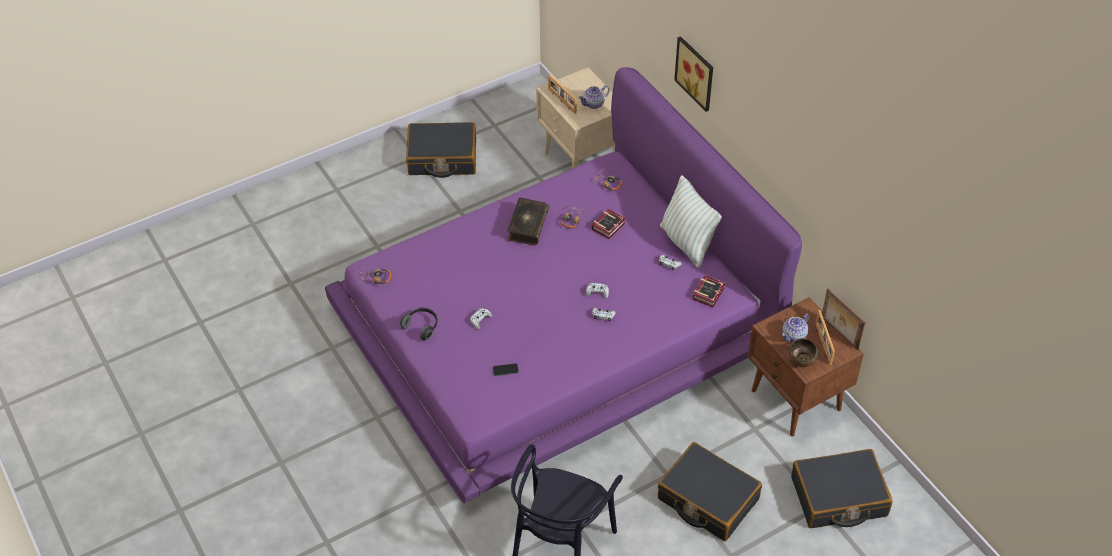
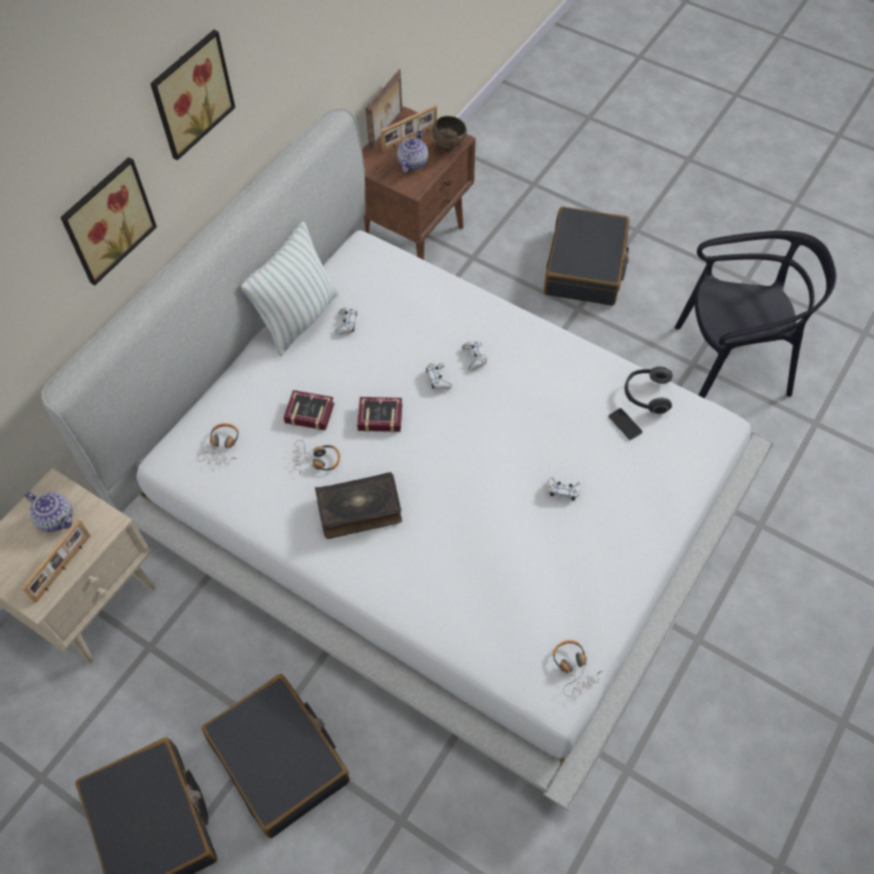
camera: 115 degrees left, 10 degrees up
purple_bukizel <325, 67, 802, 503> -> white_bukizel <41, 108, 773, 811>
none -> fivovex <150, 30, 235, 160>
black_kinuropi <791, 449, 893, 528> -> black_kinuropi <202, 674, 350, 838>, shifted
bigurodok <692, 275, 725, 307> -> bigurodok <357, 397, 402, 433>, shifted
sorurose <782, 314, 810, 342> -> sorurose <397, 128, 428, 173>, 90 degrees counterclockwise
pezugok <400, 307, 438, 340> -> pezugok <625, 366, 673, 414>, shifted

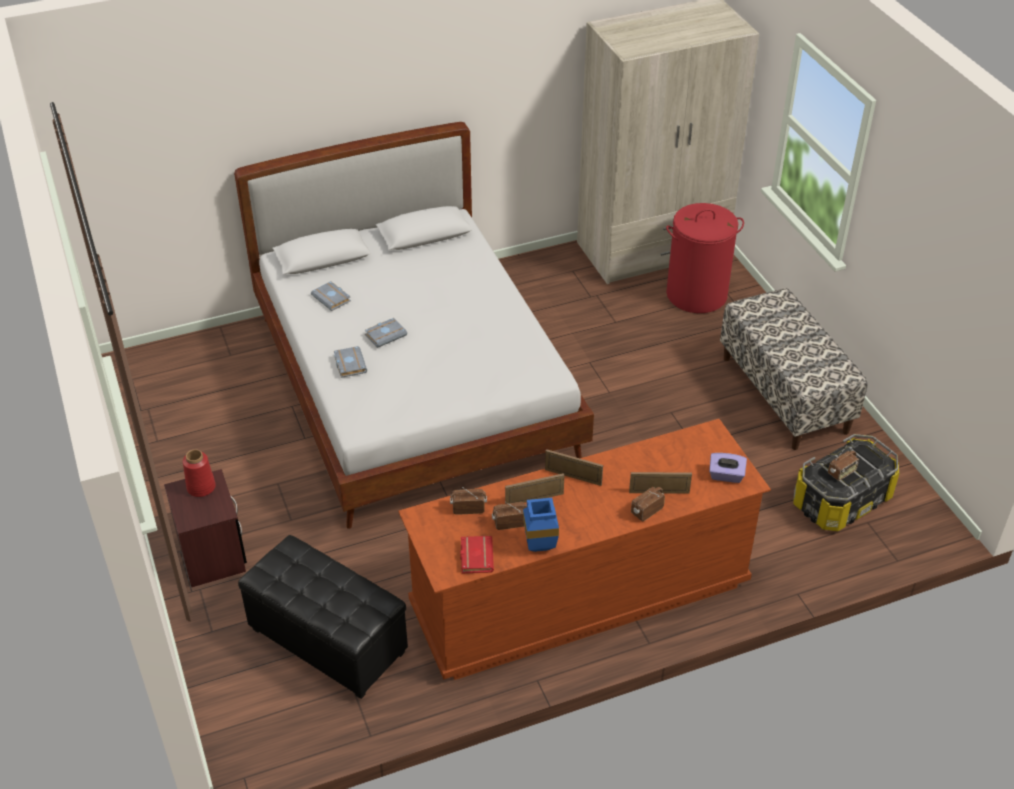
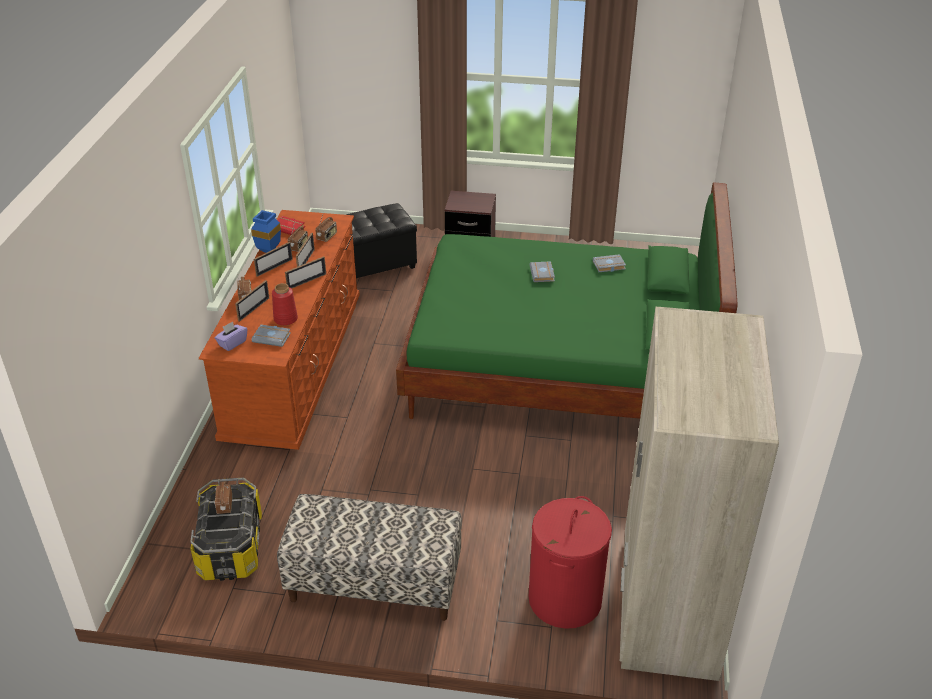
camera: 120 degrees right, 5 degrees down
grey_bigurodok <334, 346, 367, 378> -> grey_bigurodok <252, 324, 291, 347>, shifted
none -> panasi <254, 242, 293, 277>
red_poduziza <183, 449, 216, 497> -> red_poduziza <272, 283, 298, 325>, shifted
white_bukizel <234, 122, 594, 529> -> green_bukizel <396, 182, 737, 419>

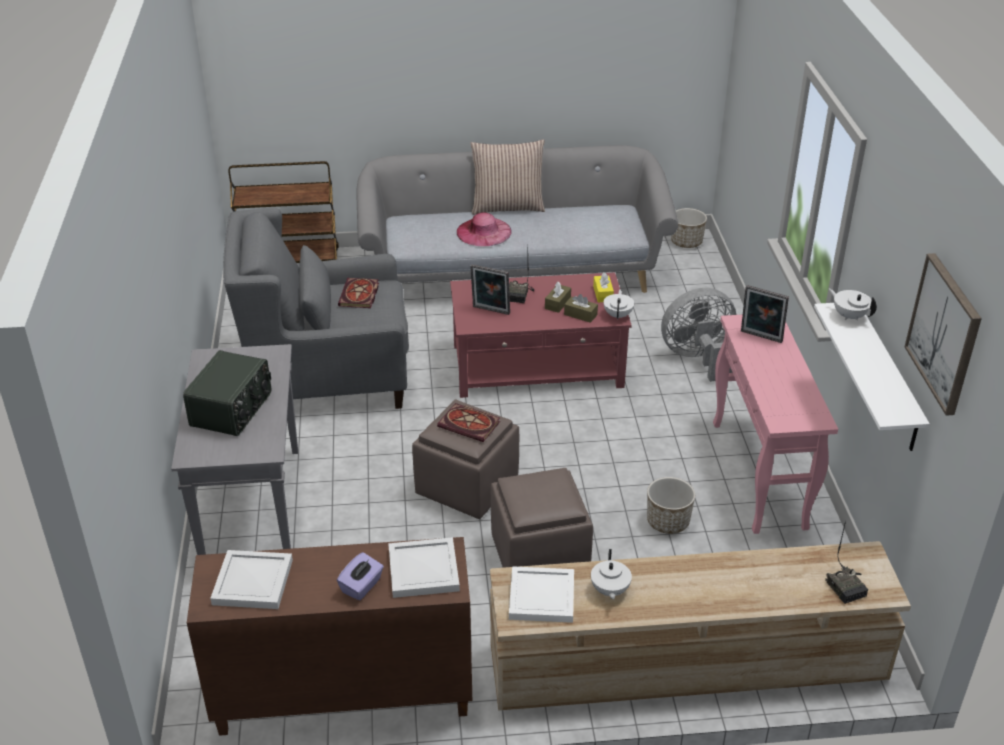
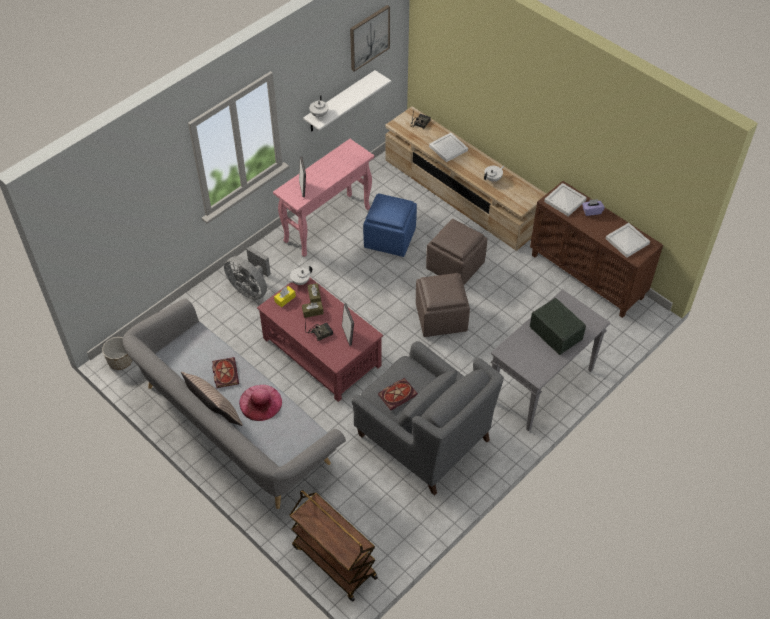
camera: 130 degrees left, 15 degrees up
bigurodok <437, 403, 500, 442> -> bigurodok <212, 357, 239, 388>, shifted
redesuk <647, 477, 695, 534> -> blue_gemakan <363, 193, 417, 257>
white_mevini <509, 566, 574, 623> -> white_mevini <429, 133, 468, 162>, shifted
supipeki <183, 350, 271, 436> -> supipeki <530, 298, 586, 355>, 75 degrees clockwise

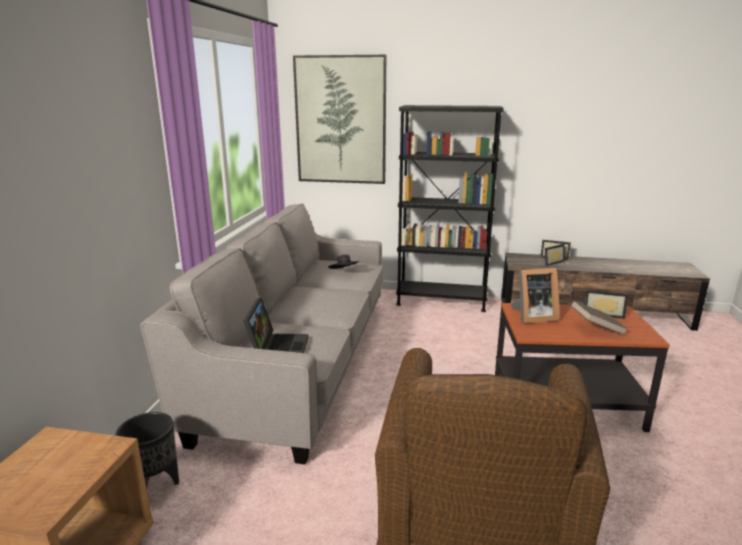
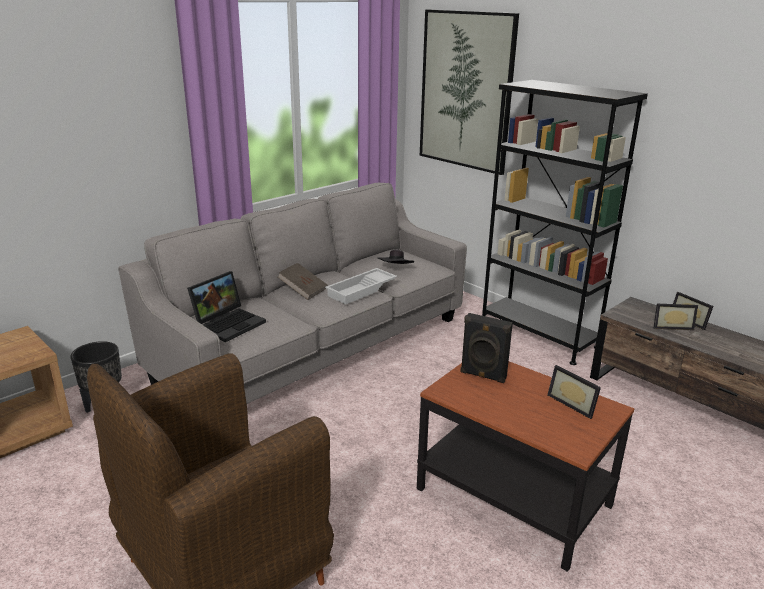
camera: 35 degrees right, 5 degrees up
brown_bigurodok <571, 300, 628, 335> -> brown_bigurodok <278, 263, 327, 300>, shifted
none -> white_mevini <325, 268, 397, 305>
panasi <511, 268, 559, 323> -> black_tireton <460, 313, 513, 383>

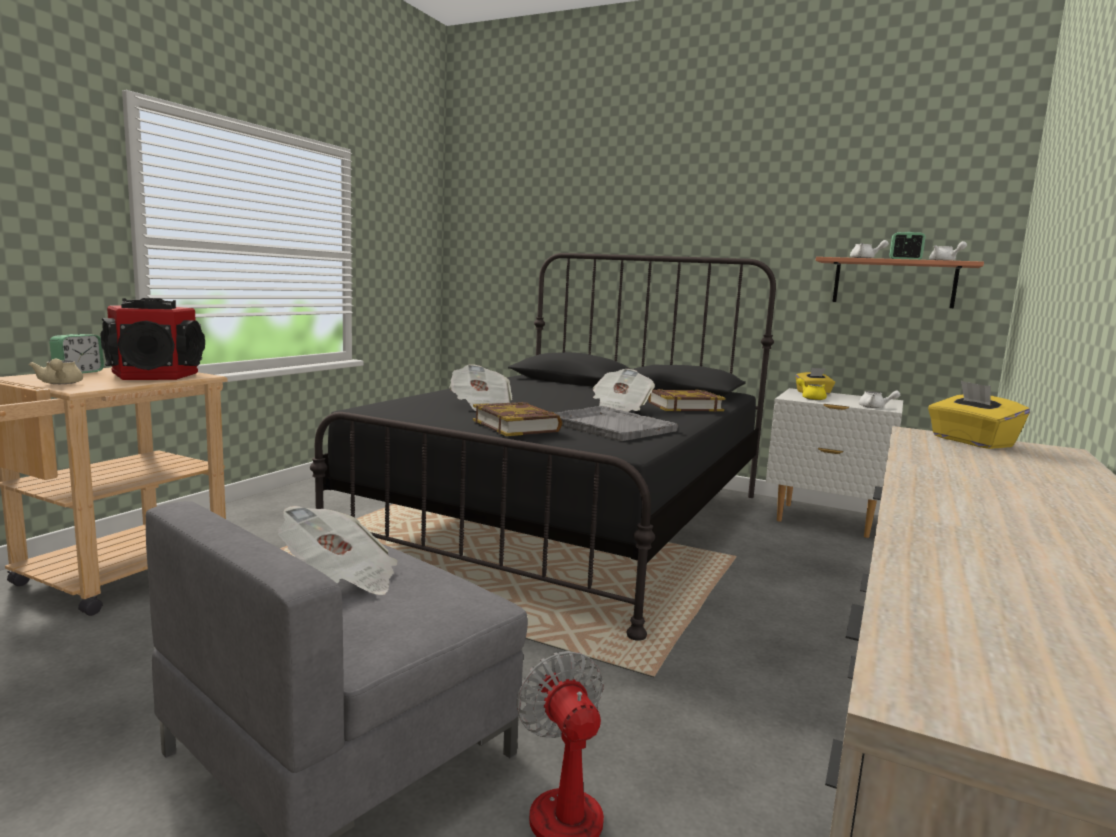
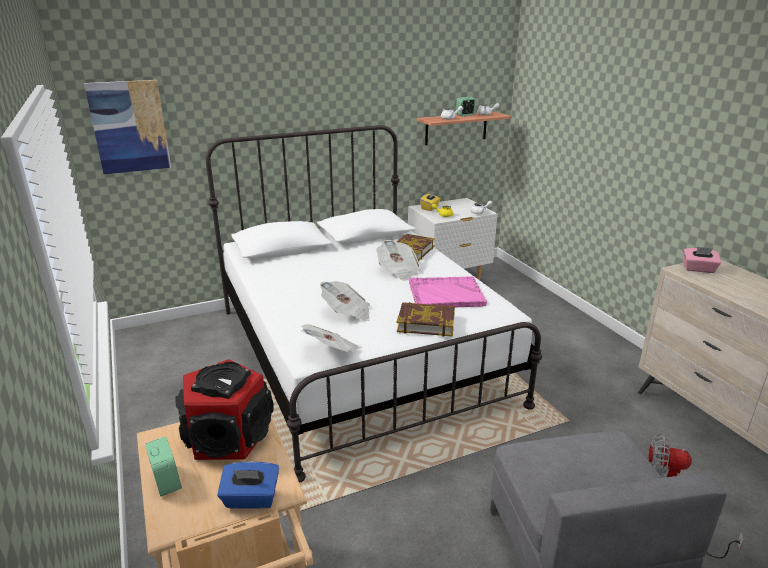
camera: 50 degrees left, 15 degrees up
none -> fivovex <84, 80, 171, 174>
black_bukizel <310, 253, 776, 641> -> white_bukizel <206, 125, 542, 483>
beige_sorurose <28, 359, 83, 384> -> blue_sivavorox <217, 461, 279, 509>
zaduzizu <278, 506, 398, 595> -> zaduzizu <301, 324, 362, 352>, shifted
grey_mevini <554, 406, 678, 441> -> pink_mevini <409, 276, 487, 307>
yellow_sivavorox <928, 381, 1030, 449> -> pink_sivavorox <683, 247, 721, 273>

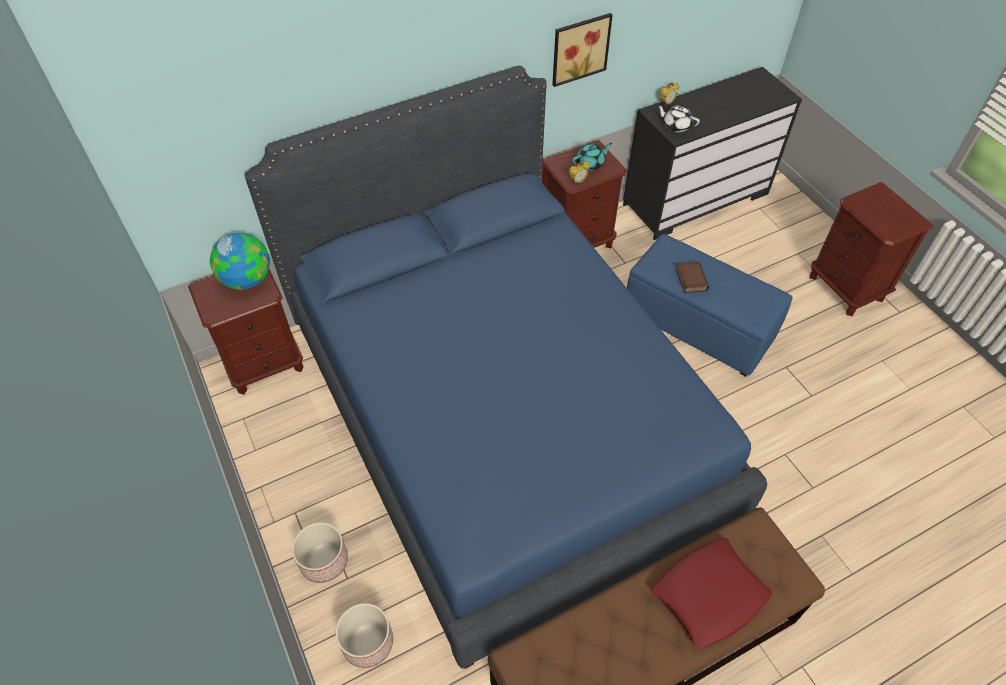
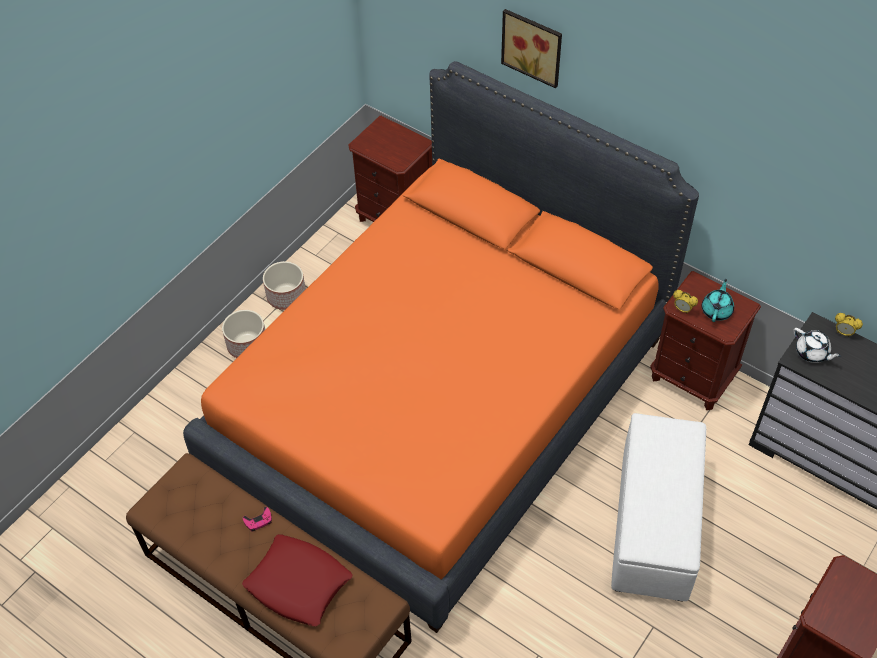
camera: 65 degrees right, 0 degrees up
blue_bukizel <244, 66, 767, 669> -> orange_bukizel <183, 61, 699, 633>
none -> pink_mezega <243, 507, 272, 531>
redesuk <336, 603, 393, 668> -> redesuk <263, 261, 306, 310>, shifted
fivovex <552, 13, 613, 87> -> fivovex <501, 9, 562, 88>, shifted
blue_gemakan <627, 234, 793, 377> -> white_gemakan <611, 413, 706, 602>
turquoise_sorurose <572, 143, 612, 171> -> turquoise_sorurose <702, 279, 734, 322>, 105 degrees counterclockwise
white_sorurose <657, 105, 700, 132> -> white_sorurose <793, 328, 842, 363>, 135 degrees clockwise
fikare <210, 233, 270, 290> -> none
bigurodok <676, 262, 709, 293> -> none

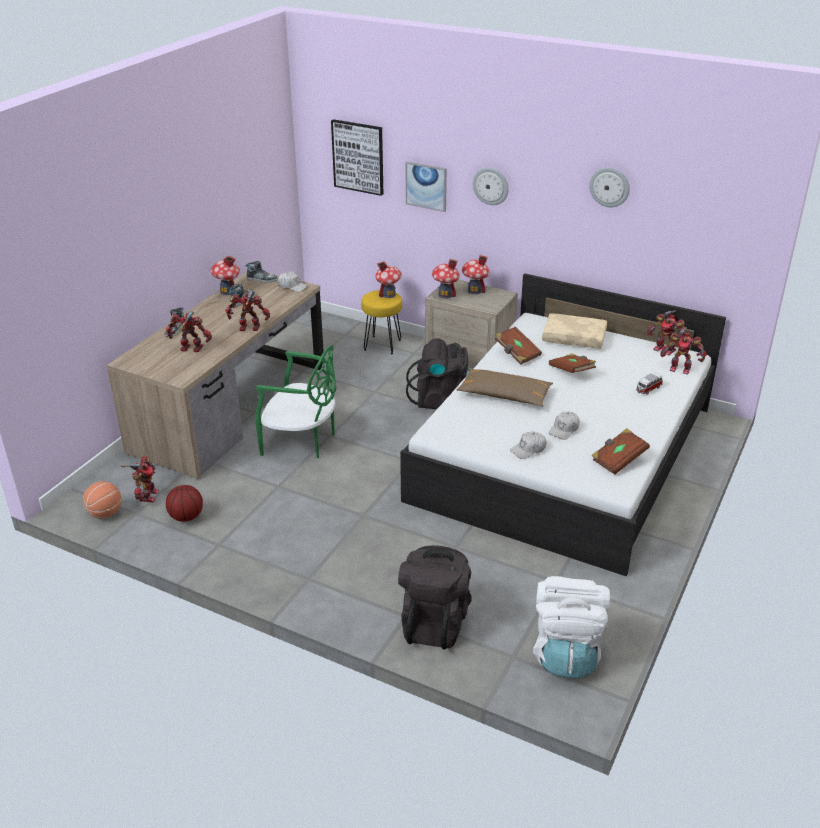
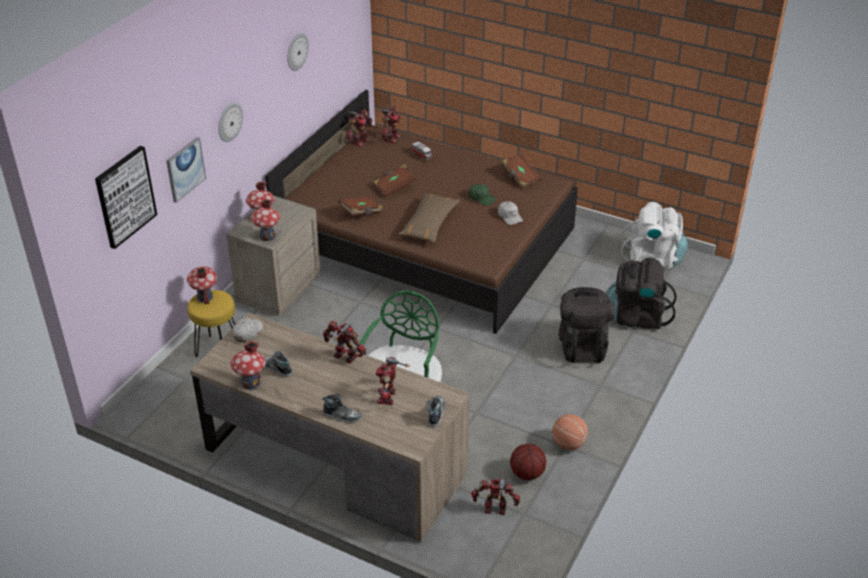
camera: 90 degrees left, 5 degrees up
white_bukizel <400, 273, 726, 576> -> brown_bukizel <265, 90, 578, 334>
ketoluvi <225, 291, 270, 331> -> ketoluvi <323, 320, 366, 363>, 120 degrees clockwise
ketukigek <246, 261, 277, 283> -> ketukigek <428, 396, 445, 428>, shifted
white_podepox <549, 411, 580, 440> -> green_podepox <469, 184, 497, 206>
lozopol <83, 481, 122, 519> -> lozopol <552, 414, 588, 450>, shifted
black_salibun <406, 338, 471, 409> -> black_salibun <559, 287, 615, 363>, shifted
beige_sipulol <542, 313, 607, 349> -> none

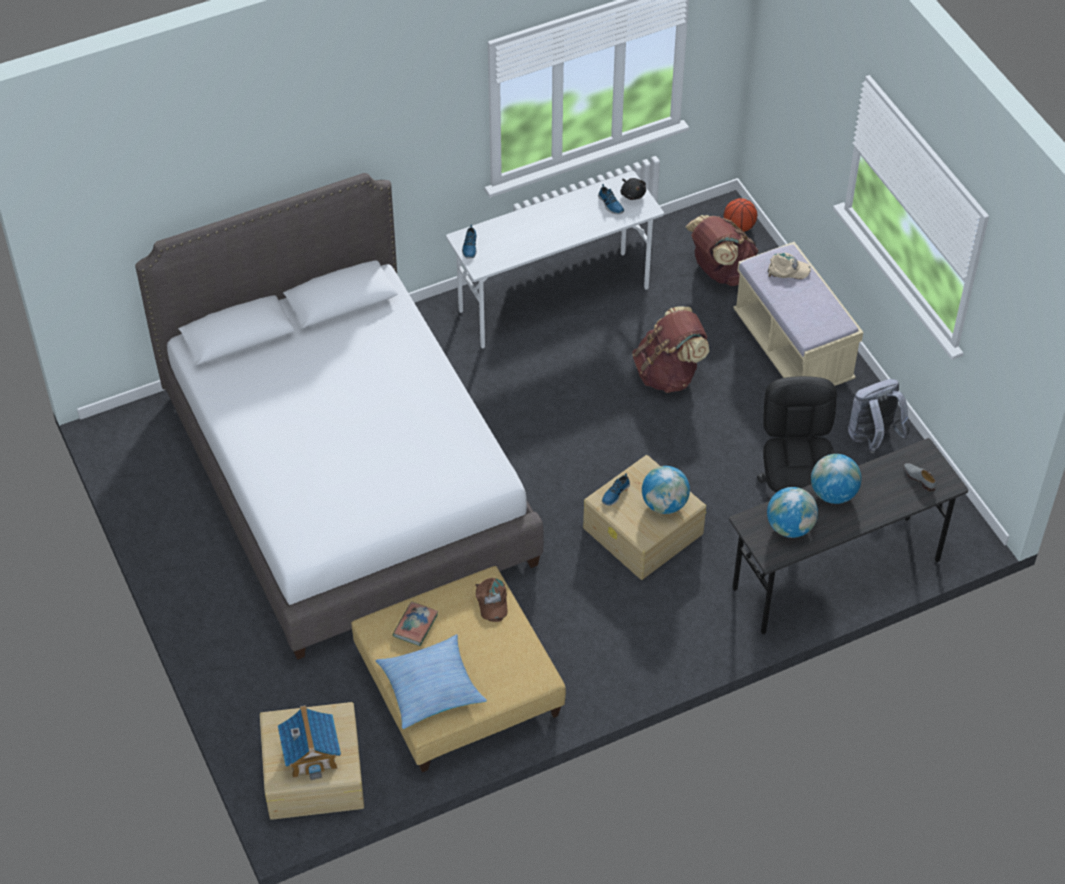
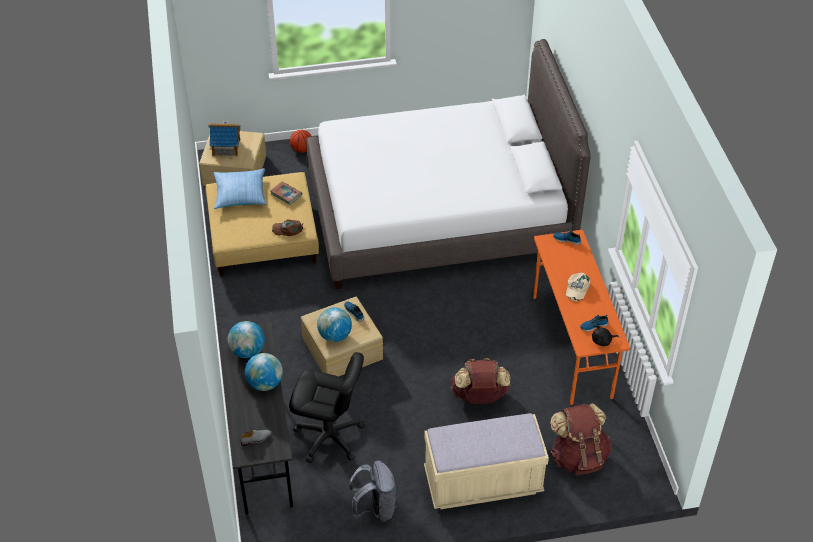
camera: 105 degrees right, 5 degrees down
lozopol <724, 198, 757, 232> -> lozopol <290, 130, 312, 153>, shifted
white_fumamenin <446, 171, 664, 348> -> orange_fumamenin <533, 230, 630, 405>
beige_podepox <768, 253, 811, 279> -> beige_podepox <566, 273, 590, 302>, shifted

